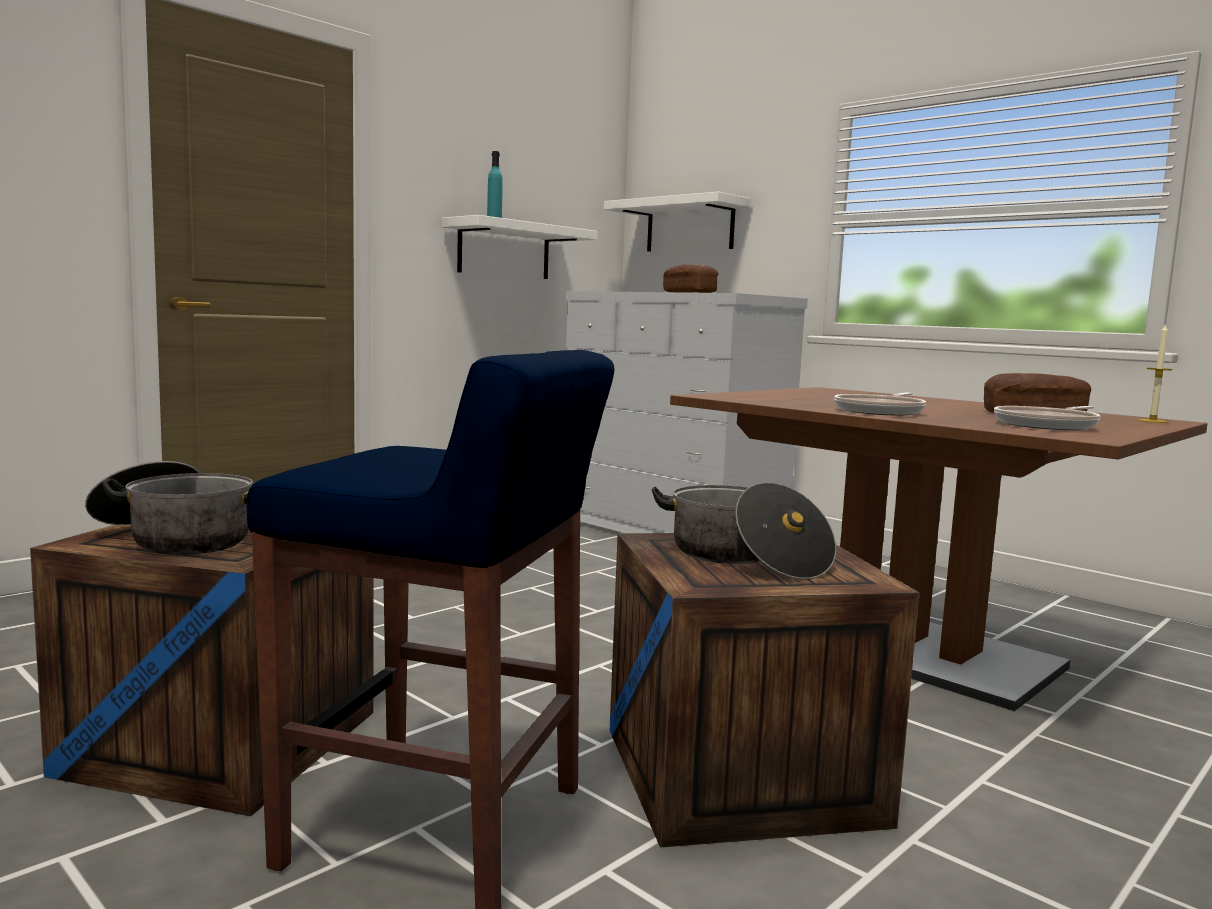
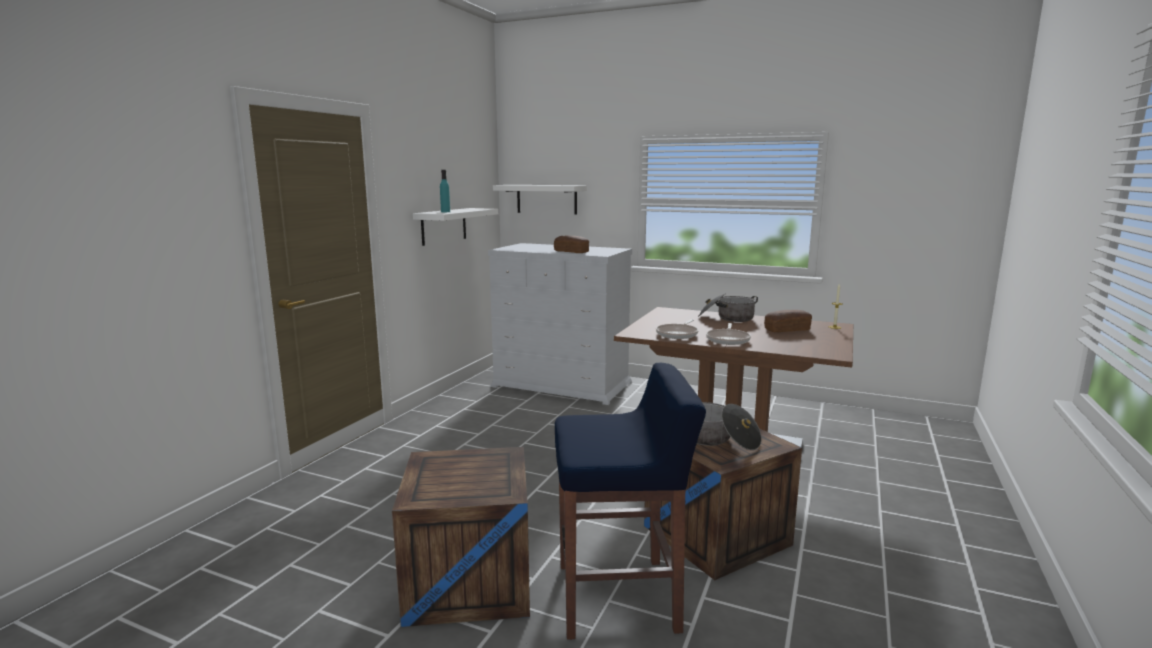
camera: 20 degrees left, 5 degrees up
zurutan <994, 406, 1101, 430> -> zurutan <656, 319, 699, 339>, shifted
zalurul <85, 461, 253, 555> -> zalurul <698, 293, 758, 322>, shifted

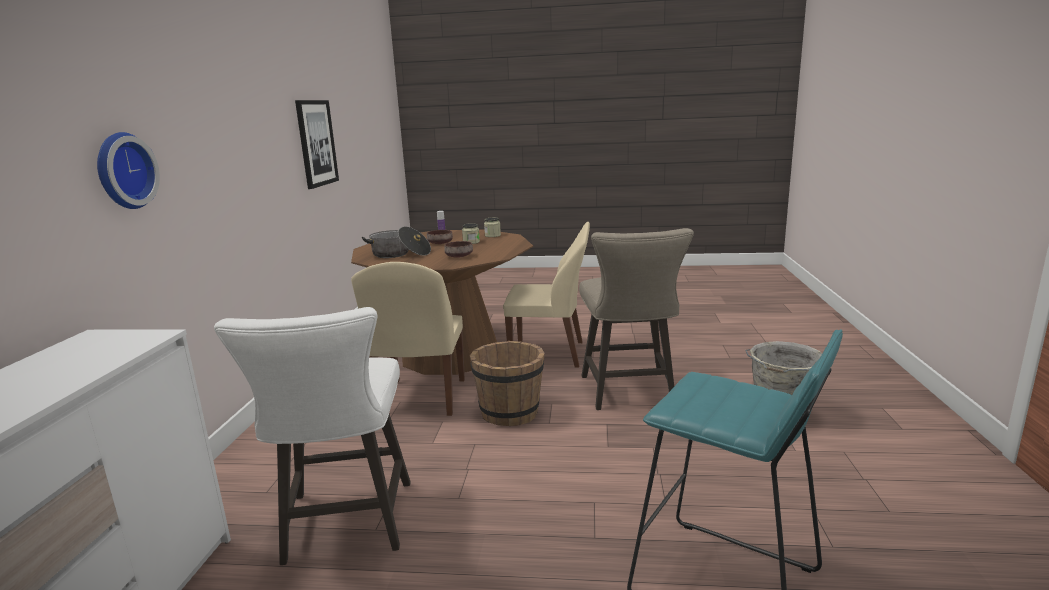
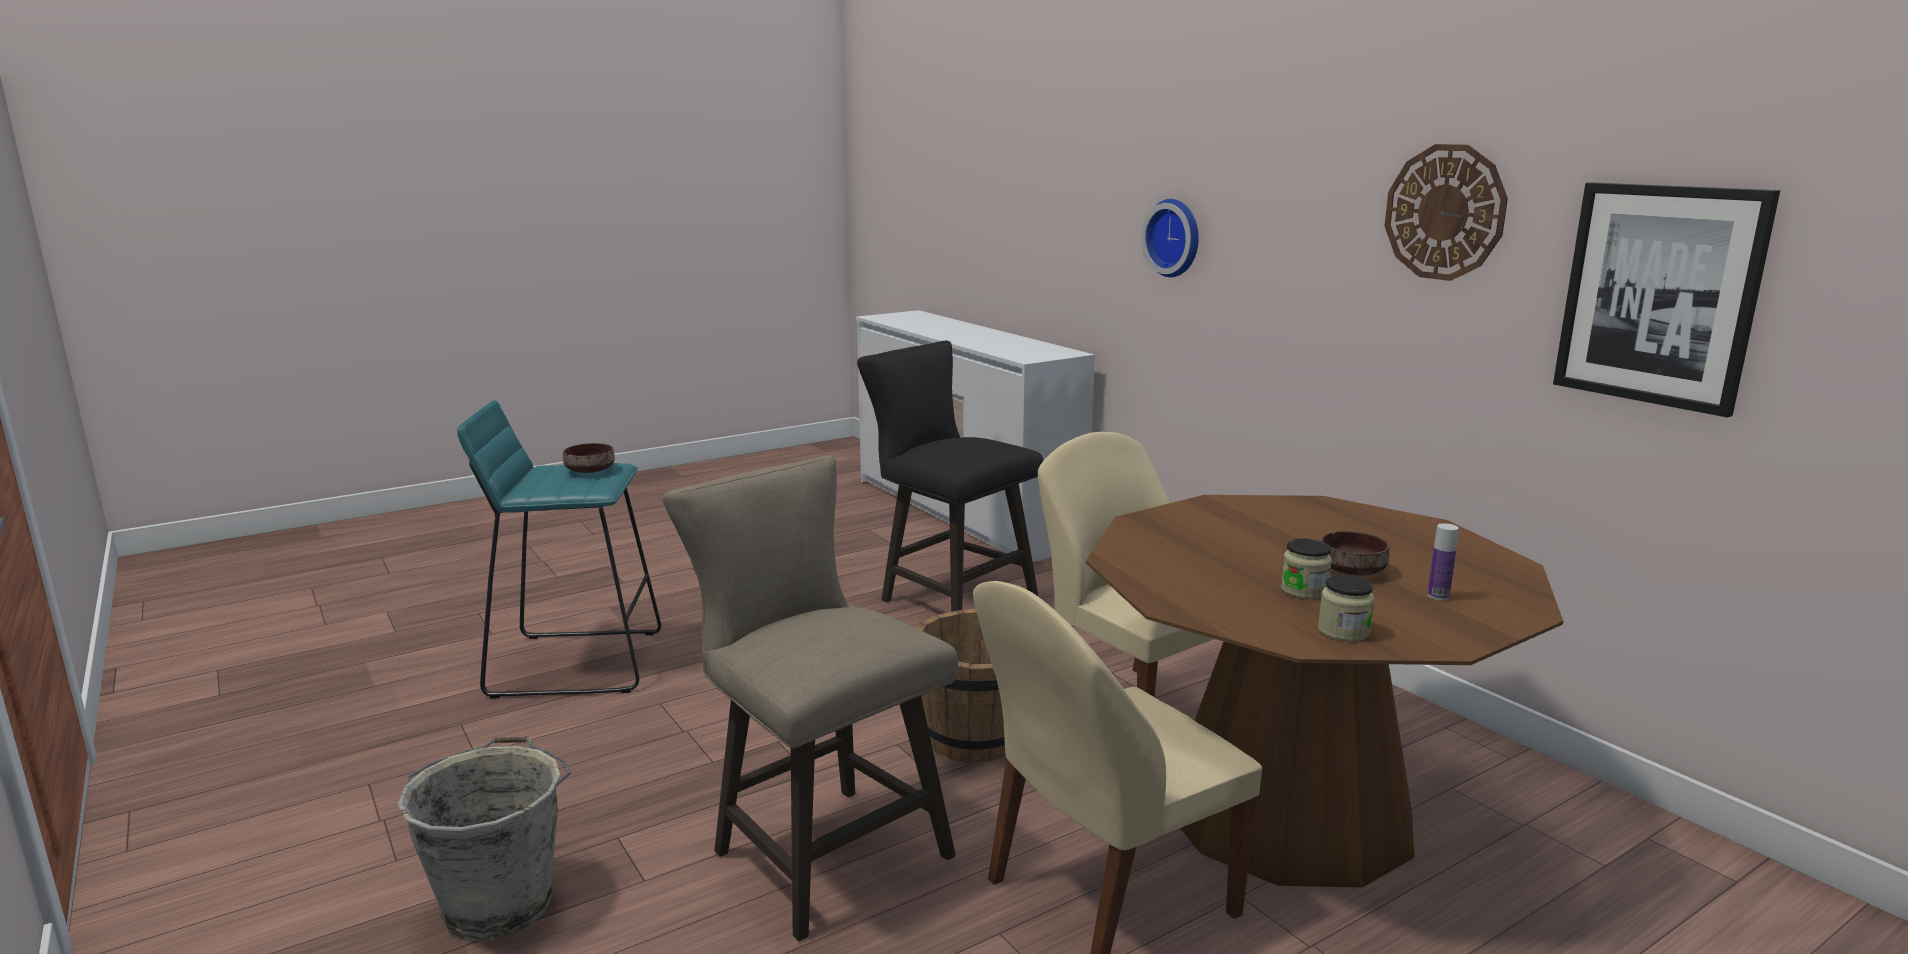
camera: 140 degrees right, 0 degrees up
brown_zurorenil <444, 241, 473, 257> -> brown_zurorenil <563, 443, 615, 473>, shifted
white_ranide <214, 307, 411, 565> -> black_ranide <857, 341, 1043, 612>
none -> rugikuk <1384, 144, 1508, 281>
zalurul <362, 226, 431, 258> -> none

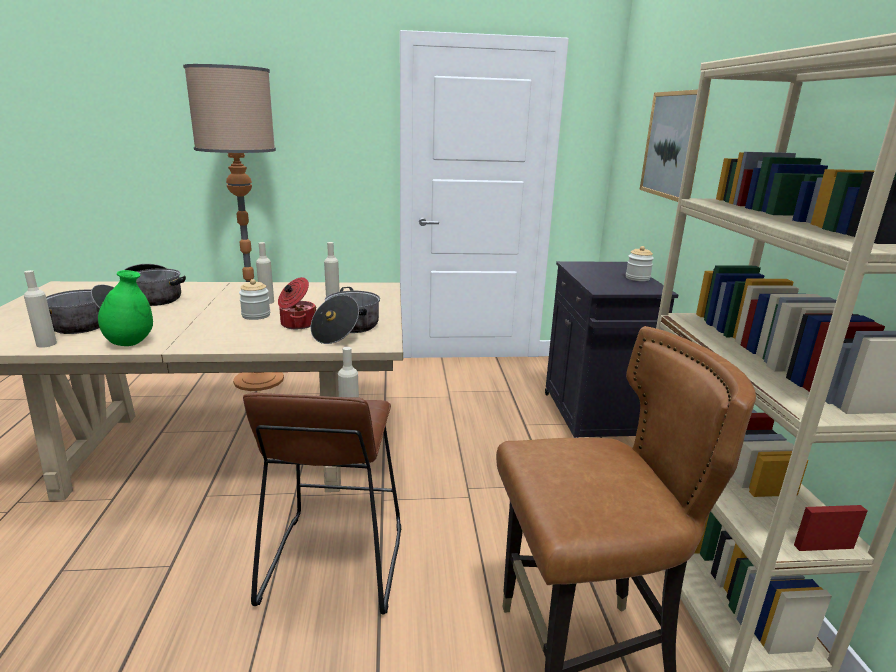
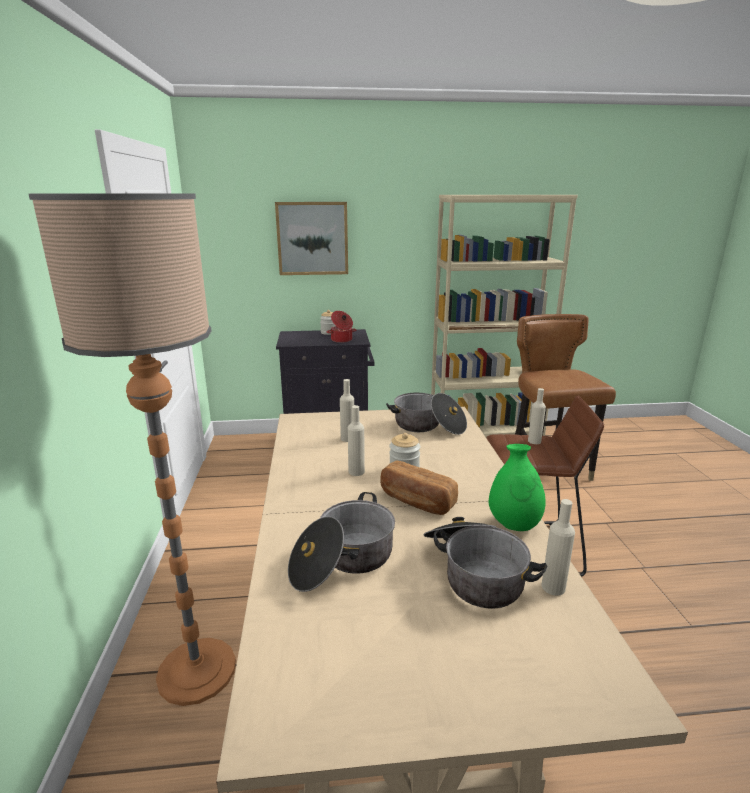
camera: 90 degrees left, 0 degrees up
zalurul <278, 277, 317, 329> -> zalurul <327, 311, 356, 343>, shifted
none -> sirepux <380, 461, 458, 515>

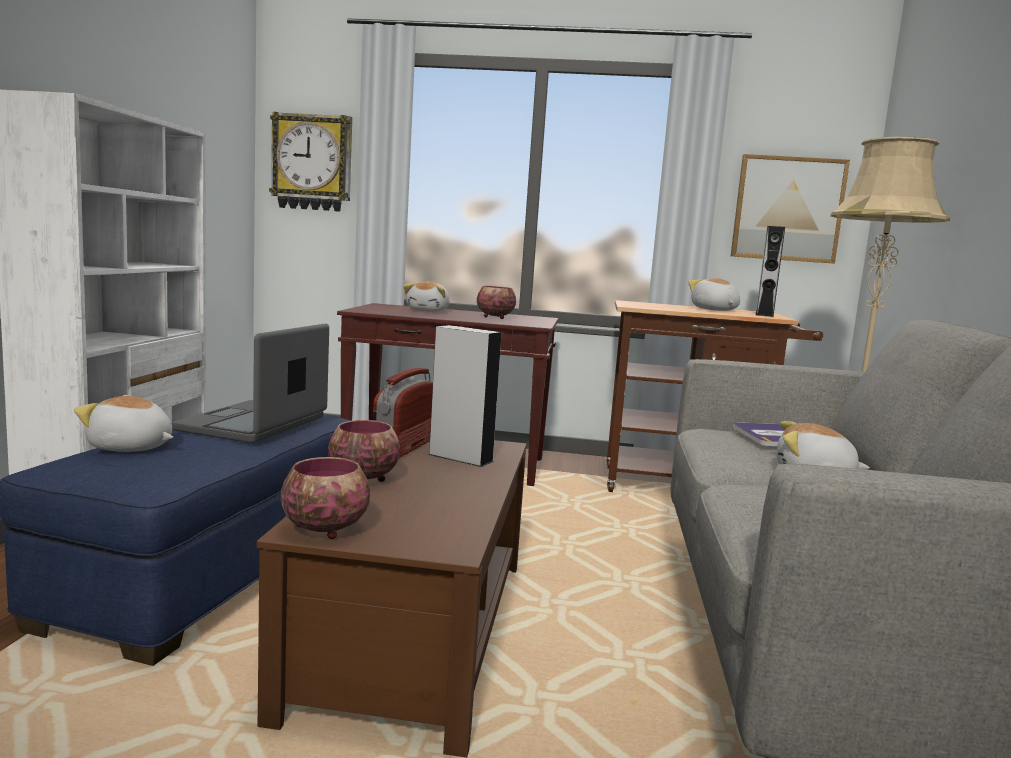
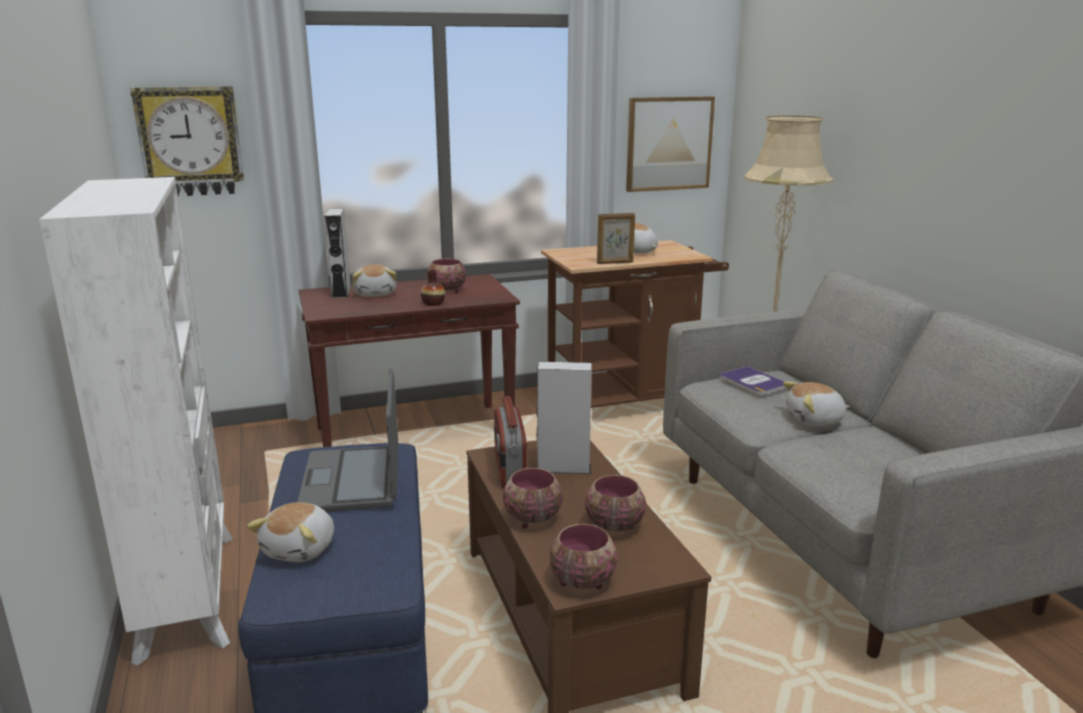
camera: 25 degrees left, 10 degrees up
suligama <74, 395, 173, 452> -> suligama <247, 502, 334, 562>, 60 degrees counterclockwise
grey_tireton <756, 226, 785, 317> -> grey_tireton <324, 209, 351, 298>, shifted
none -> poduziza <421, 270, 445, 306>
none -> zurorenil <585, 475, 646, 531>
none -> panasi <597, 213, 635, 264>

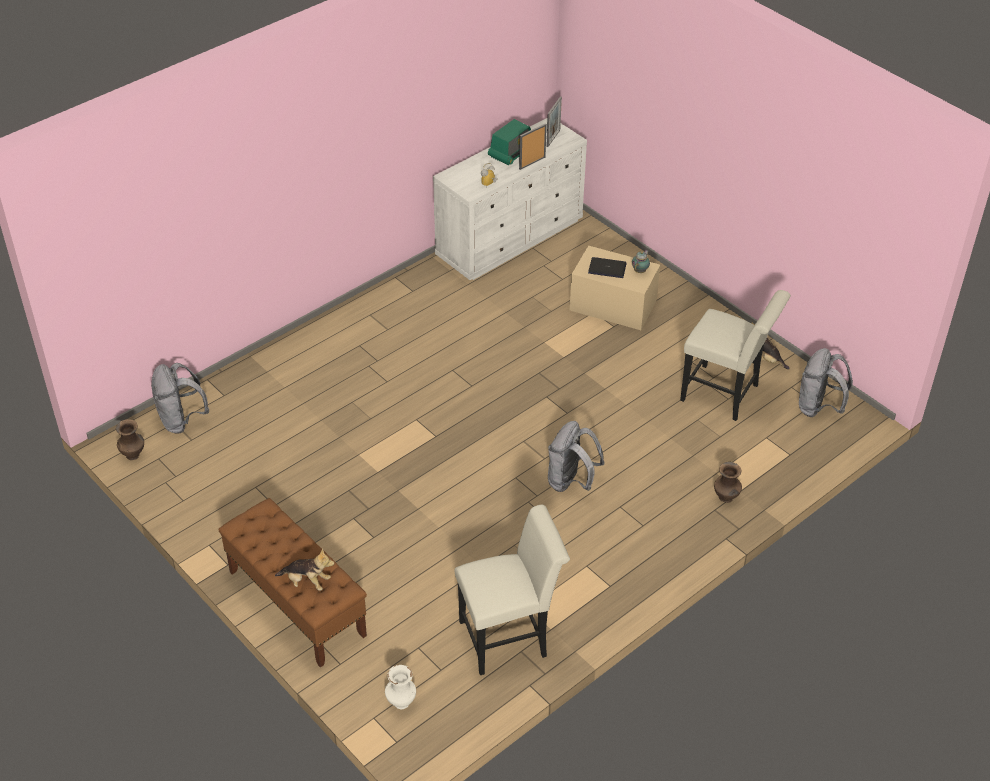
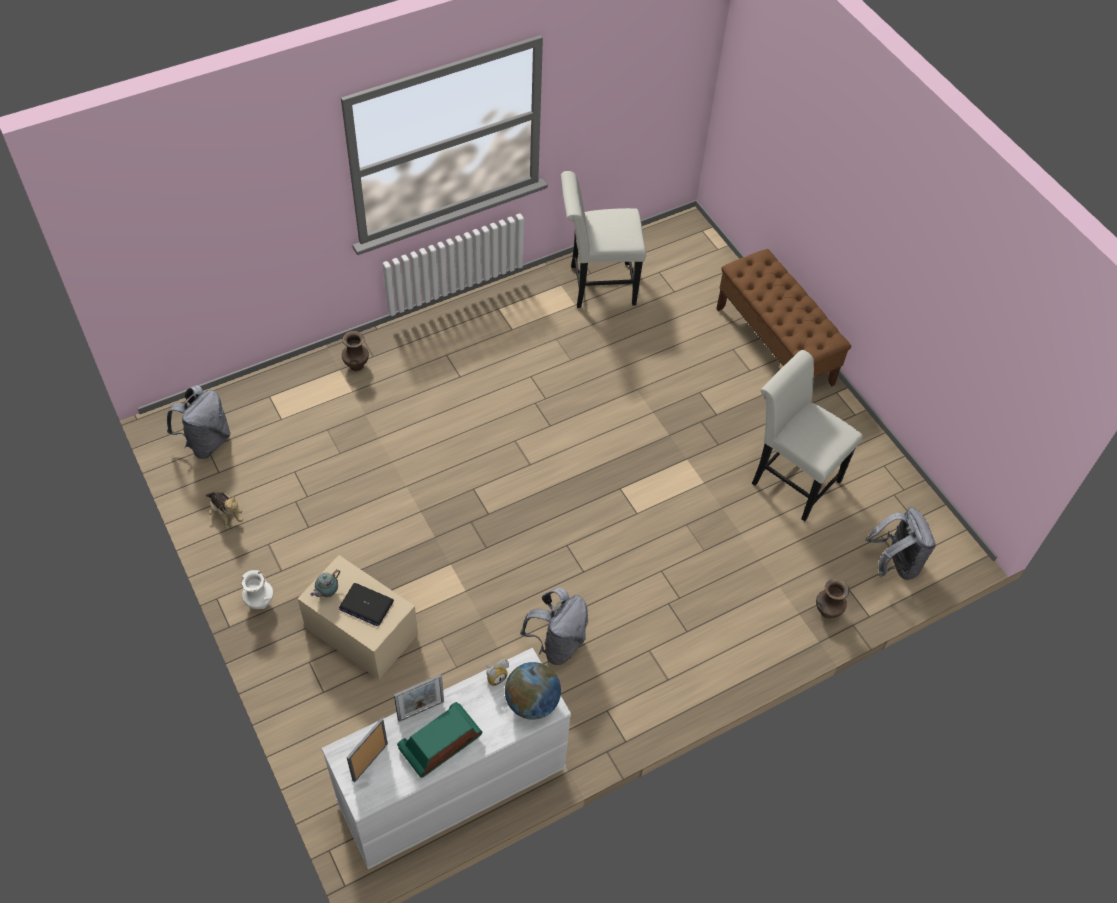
camera: 170 degrees left, 10 degrees up
white_poduziza <385, 665, 416, 709> -> white_poduziza <240, 570, 273, 609>, shifted
none -> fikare <505, 662, 561, 719>
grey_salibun <548, 421, 605, 492> -> grey_salibun <520, 588, 588, 665>, shifted
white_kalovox <680, 290, 791, 421> -> white_kalovox <752, 350, 863, 521>, shifted
brown_poduziza <116, 419, 144, 460> -> brown_poduziza <816, 579, 849, 618>, shifted
suligama <275, 548, 334, 591> -> none

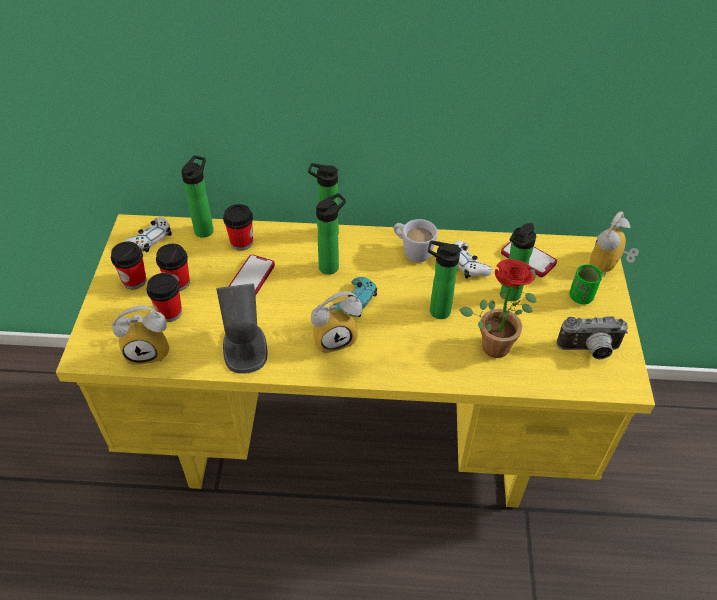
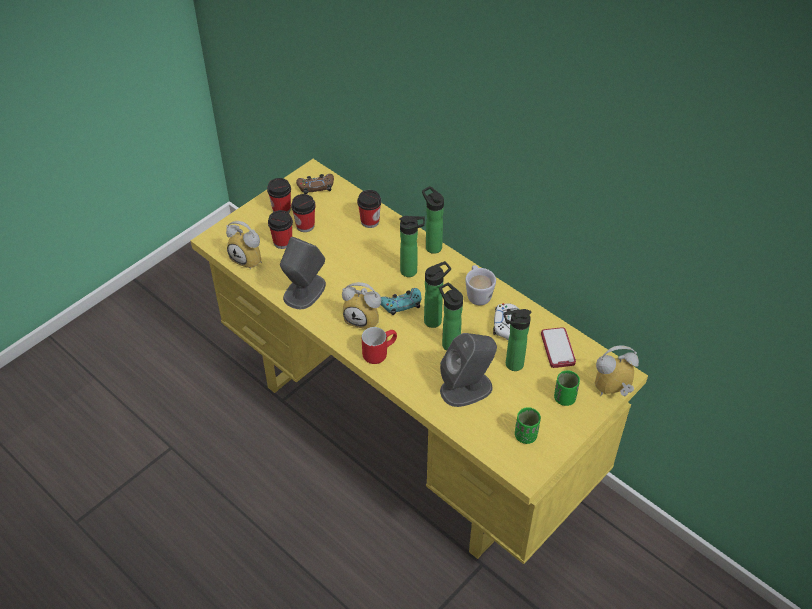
camera: 40 degrees right, 0 degrees up
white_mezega <125, 217, 172, 252> -> brown_mezega <296, 174, 334, 194>
none -> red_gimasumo <362, 327, 397, 364>
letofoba <181, 155, 214, 238> -> letofoba <424, 261, 451, 328>, shifted
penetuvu <460, 259, 537, 358> -> grey_tireton <440, 333, 497, 407>
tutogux <556, 317, 628, 360> -> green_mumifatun <515, 407, 541, 444>
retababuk <228, 254, 275, 295> -> none

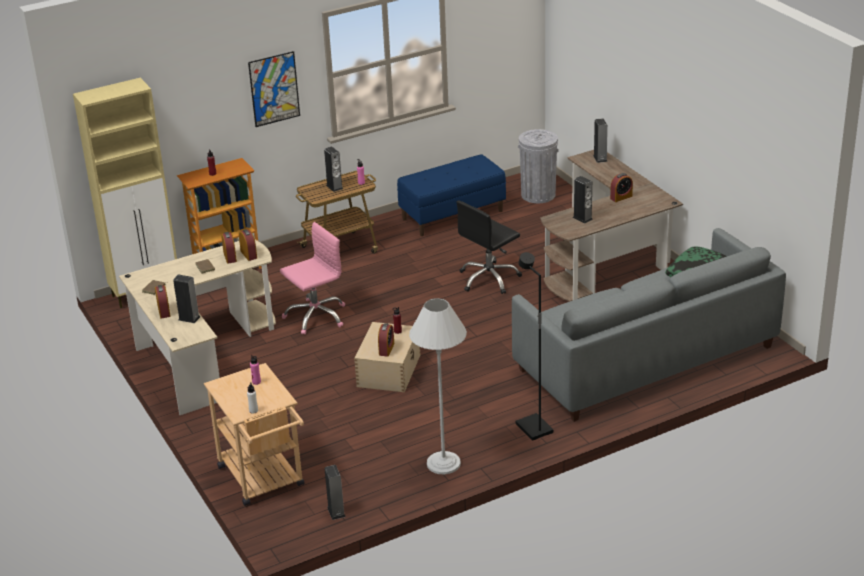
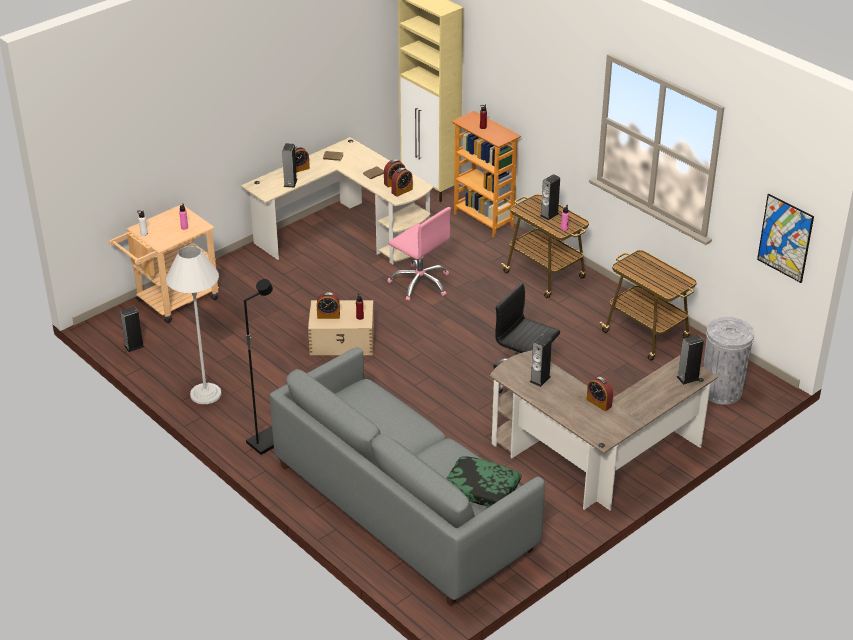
camera: 75 degrees right, 5 degrees up
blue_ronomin <397, 154, 506, 236> -> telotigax <600, 250, 697, 361>
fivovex <248, 51, 300, 127> -> fivovex <757, 194, 814, 283>, shifted

